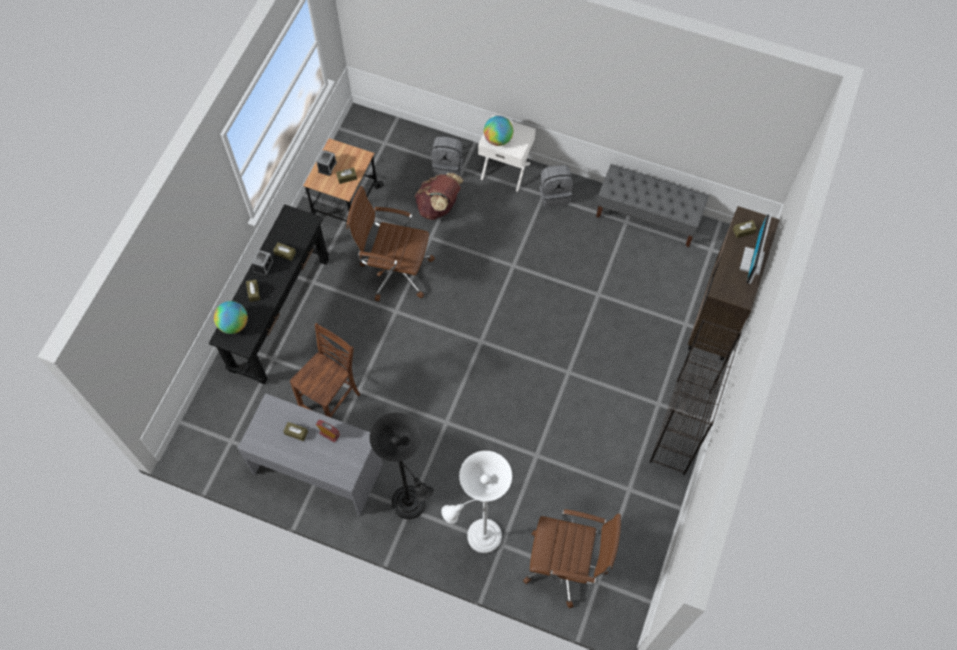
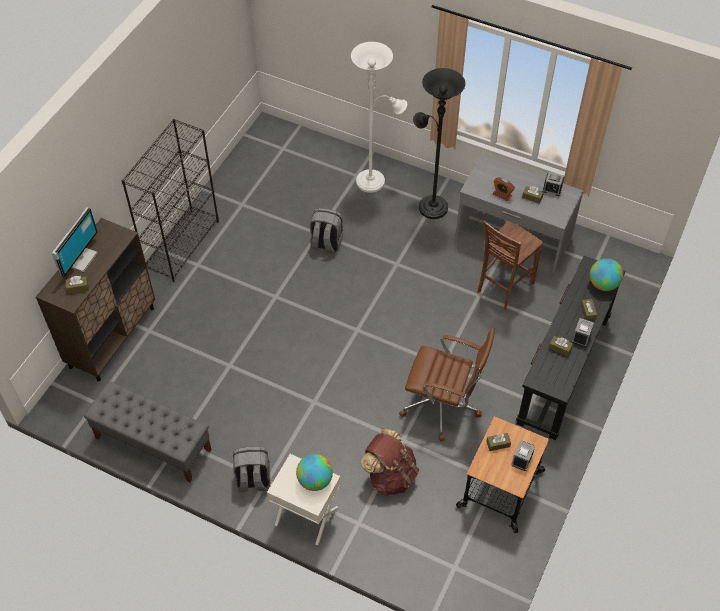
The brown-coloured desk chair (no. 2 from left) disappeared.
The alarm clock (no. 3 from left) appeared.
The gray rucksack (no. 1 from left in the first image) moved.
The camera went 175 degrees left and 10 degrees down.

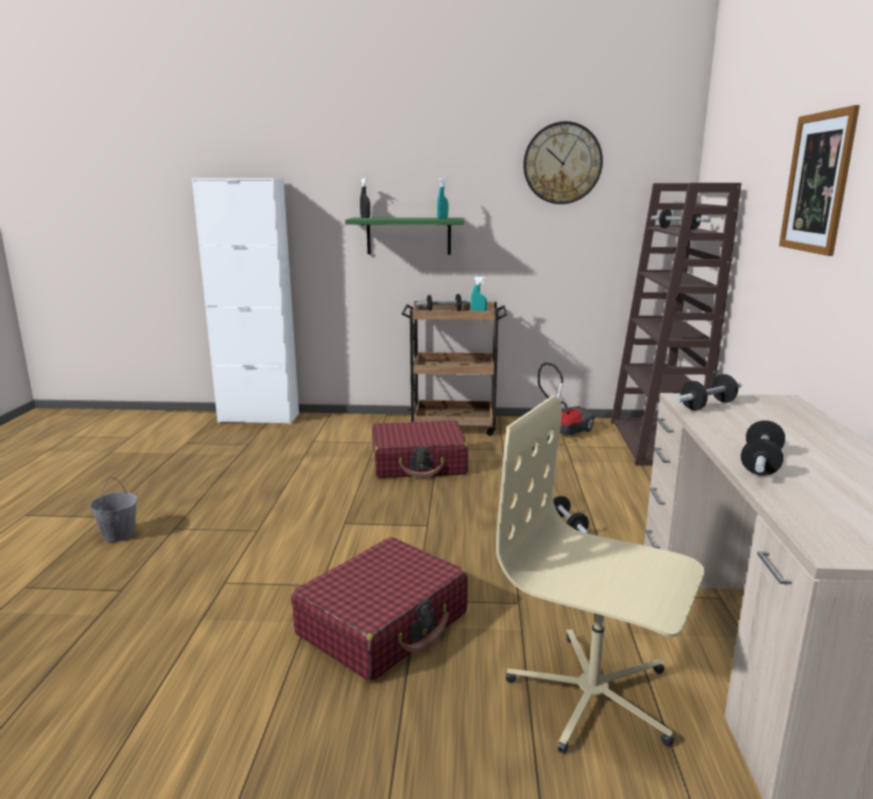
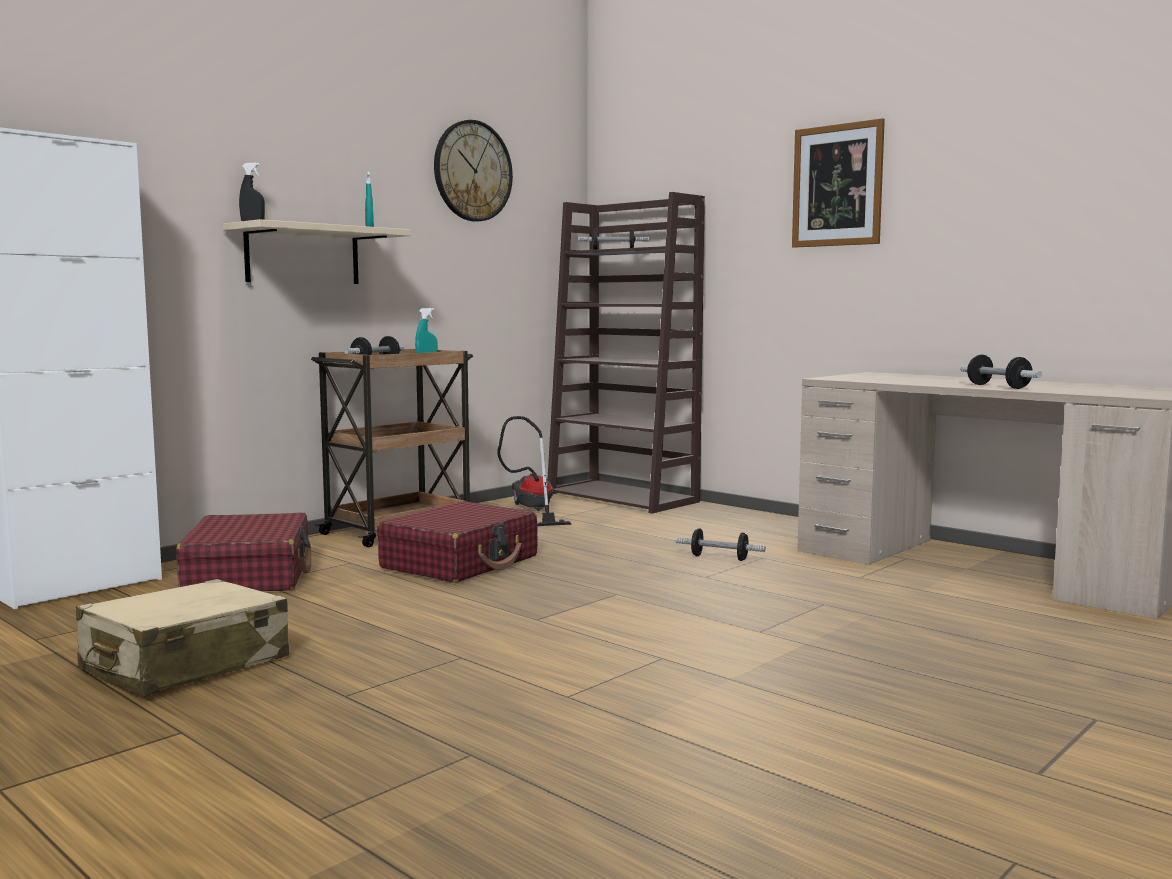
The gray pail disappeared.
The beige desk chair disappeared.
The hand weight (no. 4 from left) disappeared.
The beige travel case appeared.
The red-coloured travel case (no. 1 from left) moved.
The greenish wall shelf became the beige wall shelf.
The camera went 50 degrees left and 10 degrees down.

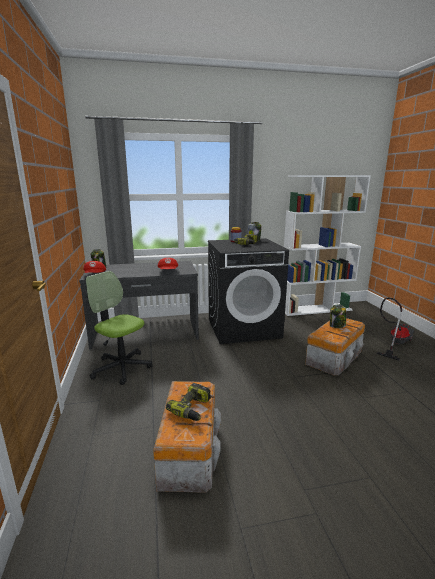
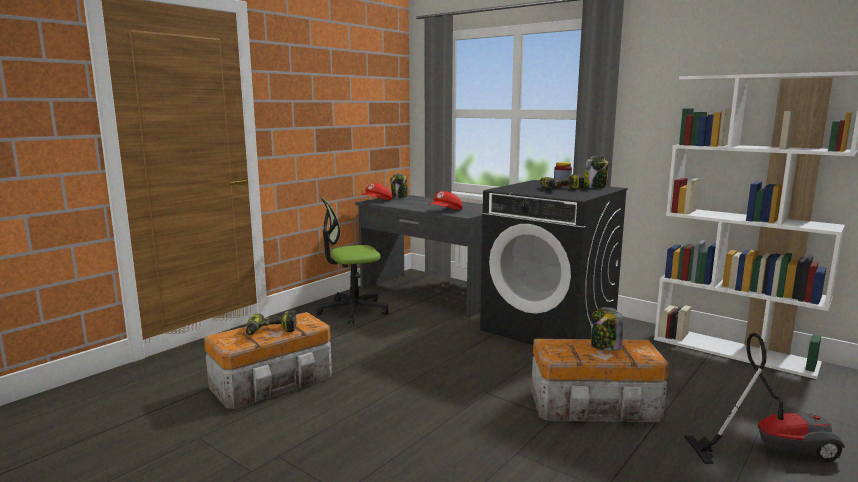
The desk chair turned 105 degrees counterclockwise.
The camera went 50 degrees right and 5 degrees down.

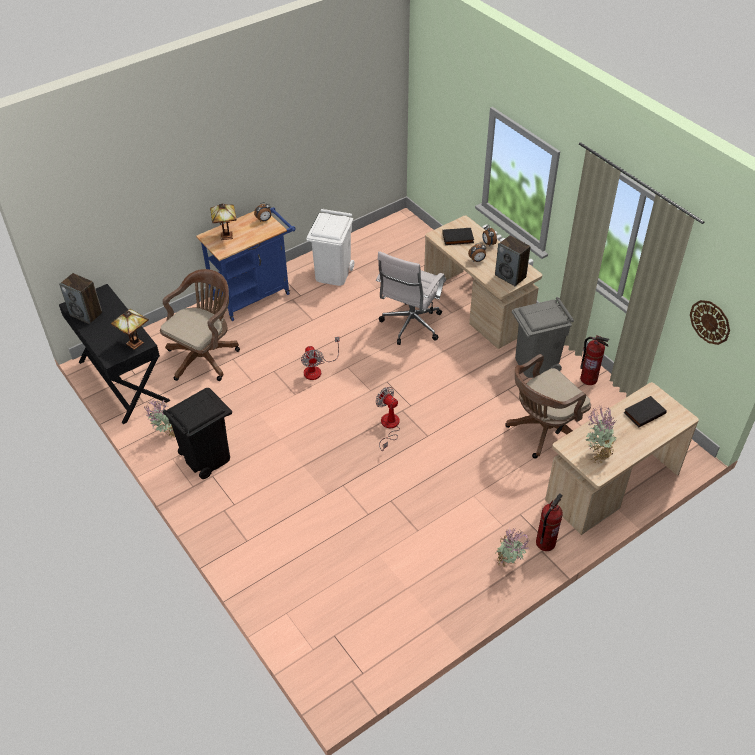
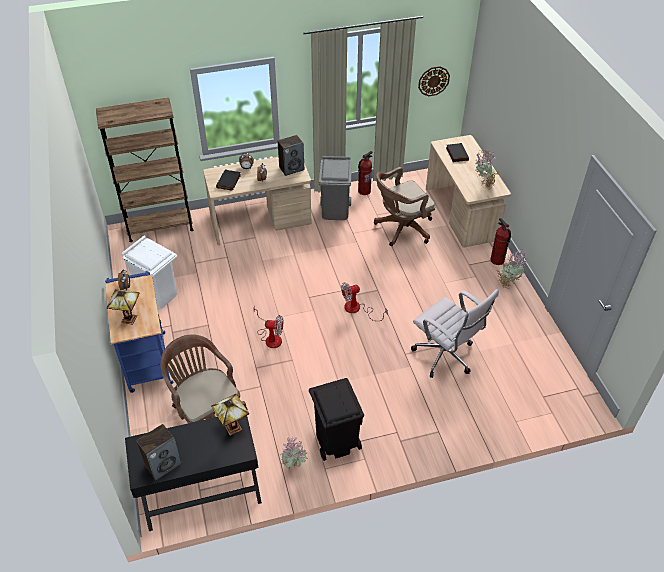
The brown-coloured bookcase appeared.
The white desk chair moved.
The brown-coloured desk chair (no. 2 from left) turned 75 degrees clockwise.
The camera went 70 degrees left and 0 degrees up.

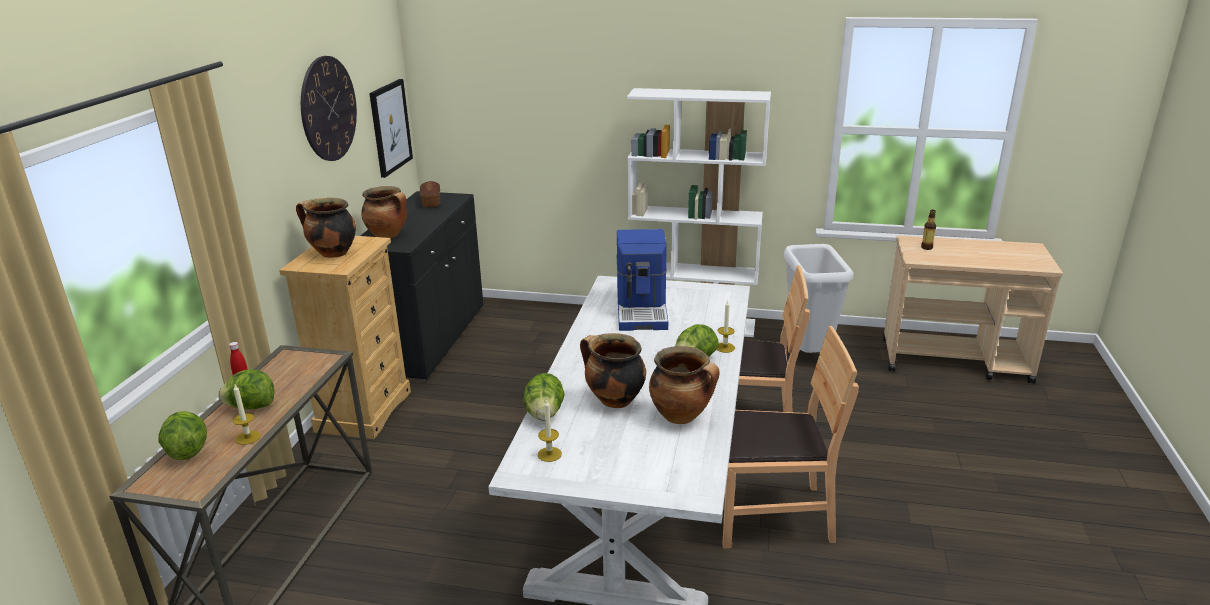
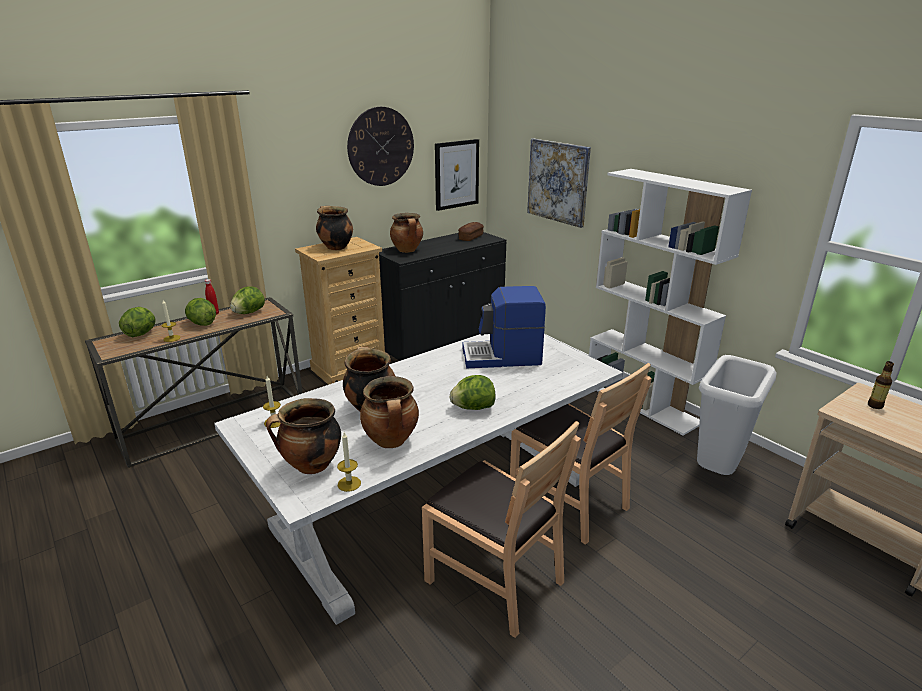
The cooking pot (no. 1 from left) appeared.
The wall art (no. 2 from left) appeared.
The lettuce (no. 3 from left) moved.
The wax candle (no. 3 from left) moved.
The coffee machine turned 45 degrees clockwise.
The camera went 40 degrees right and 0 degrees up.

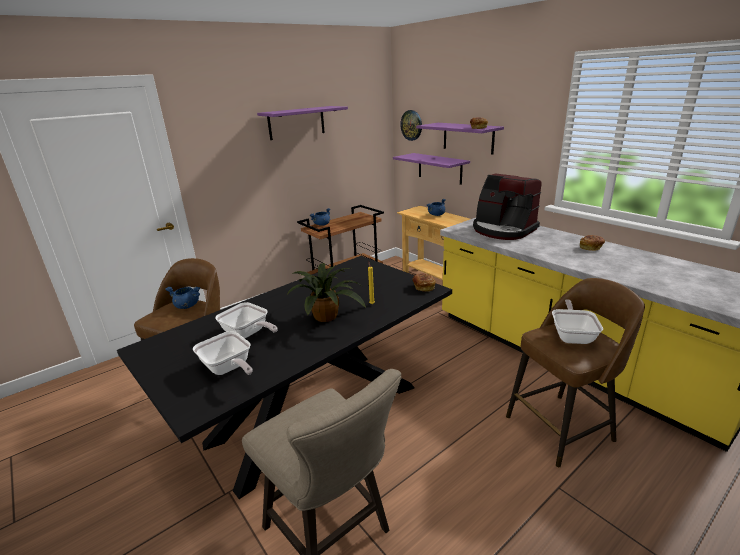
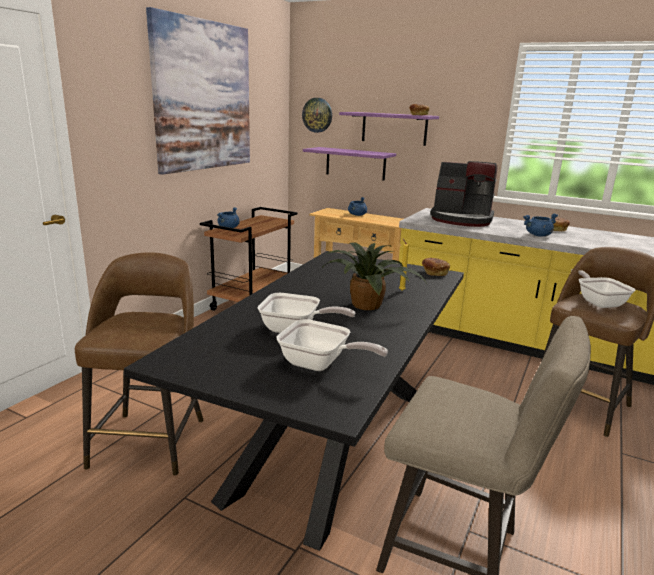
The bluish cooking pot (no. 1 from left in the first image) moved.
The purple wall shelf (no. 1 from left) was replaced by the wall art.
The camera went 25 degrees left and 5 degrees down.

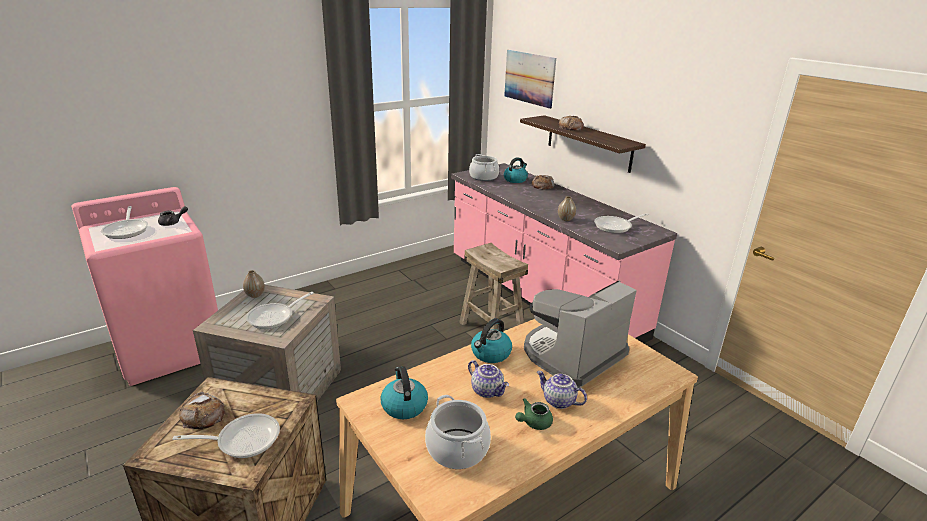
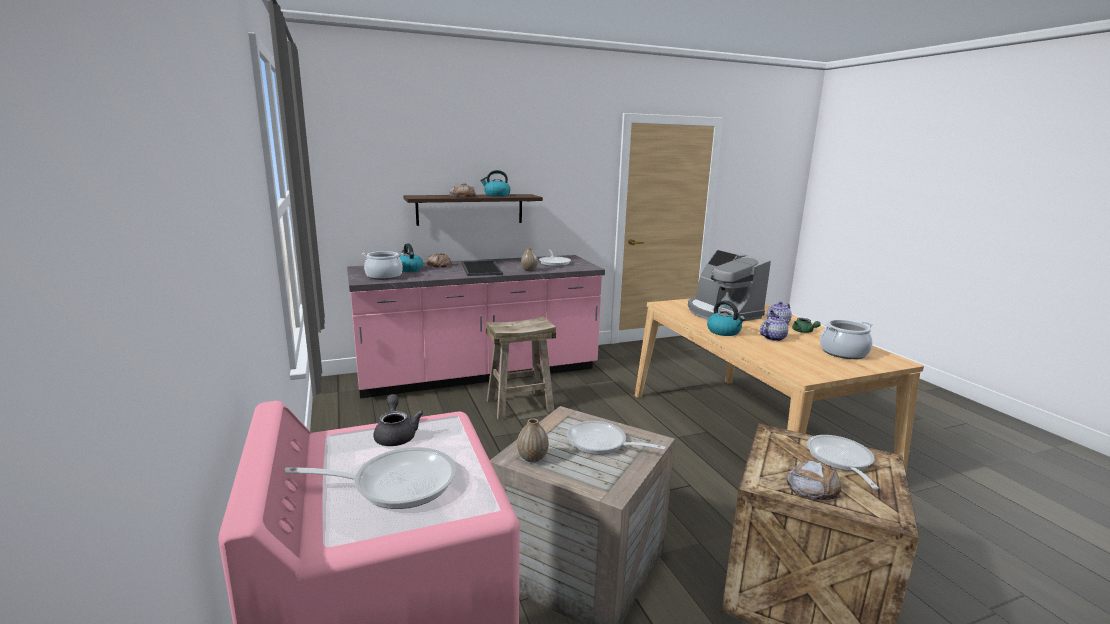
The wall art disappeared.
The carrying tray appeared.
The kettle (no. 1 from left in the first image) moved.
The skillet (no. 3 from left) turned 150 degrees clockwise.
The camera went 75 degrees left and 10 degrees down.

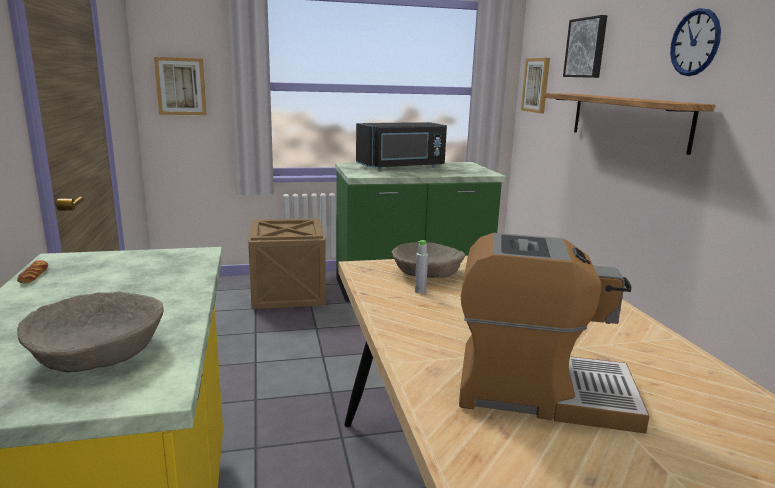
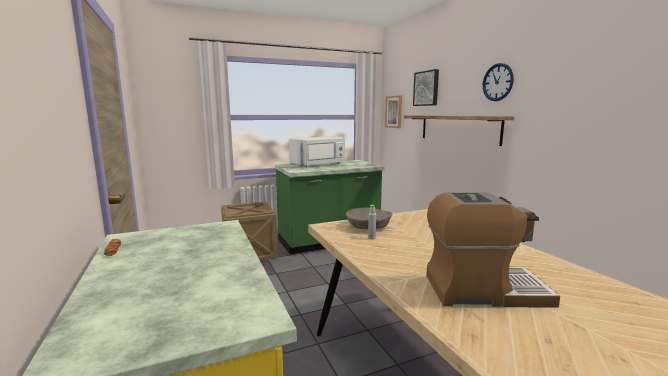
The beige bowl (no. 1 from left) disappeared.
The wall art (no. 1 from left) disappeared.
The black microwave became the white microwave.
The camera went 10 degrees left and 5 degrees down.

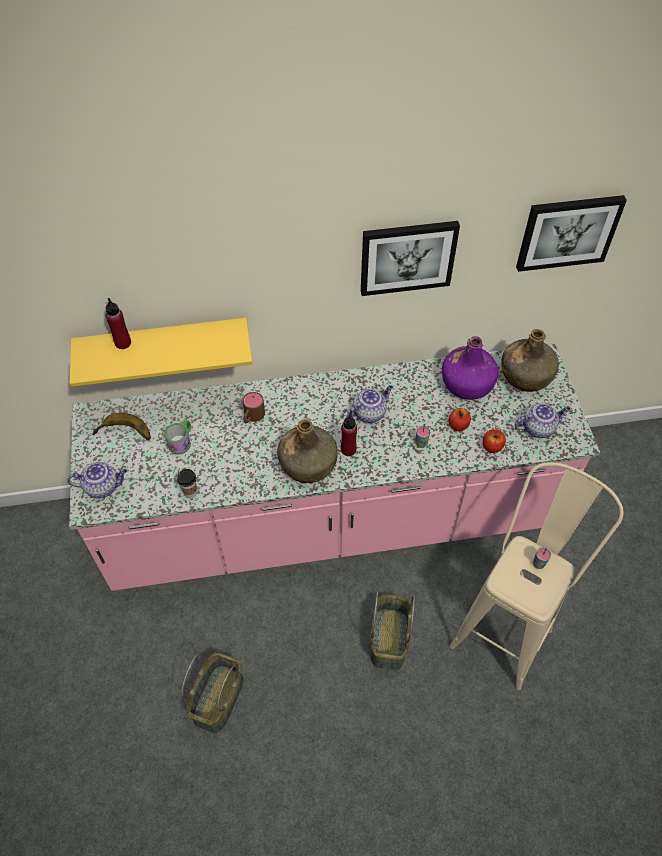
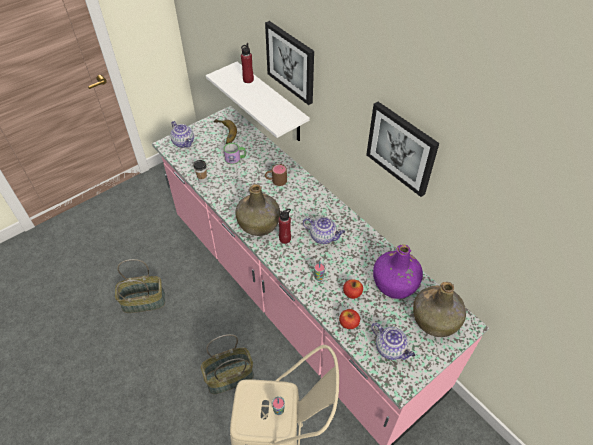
The wall art (no. 2 from left in the first image) moved.
The yellow wall shelf became the white wall shelf.
The camera went 60 degrees right and 5 degrees down.

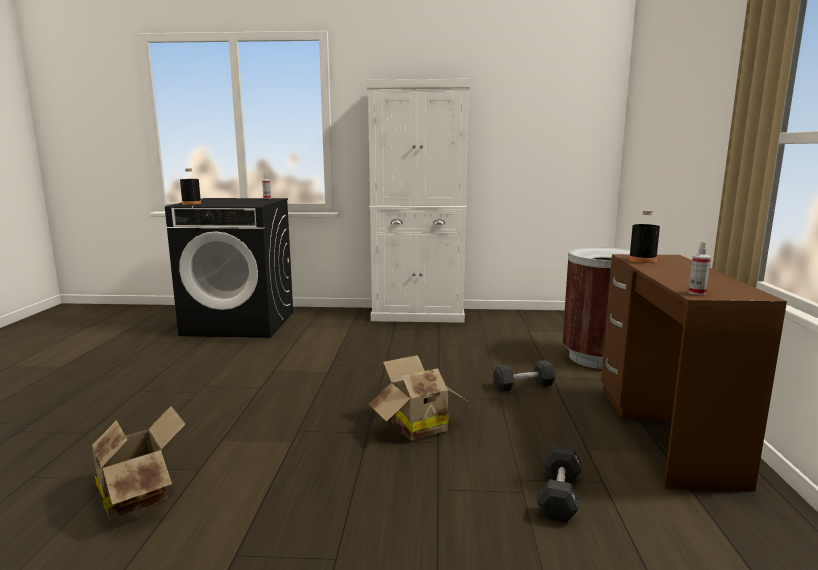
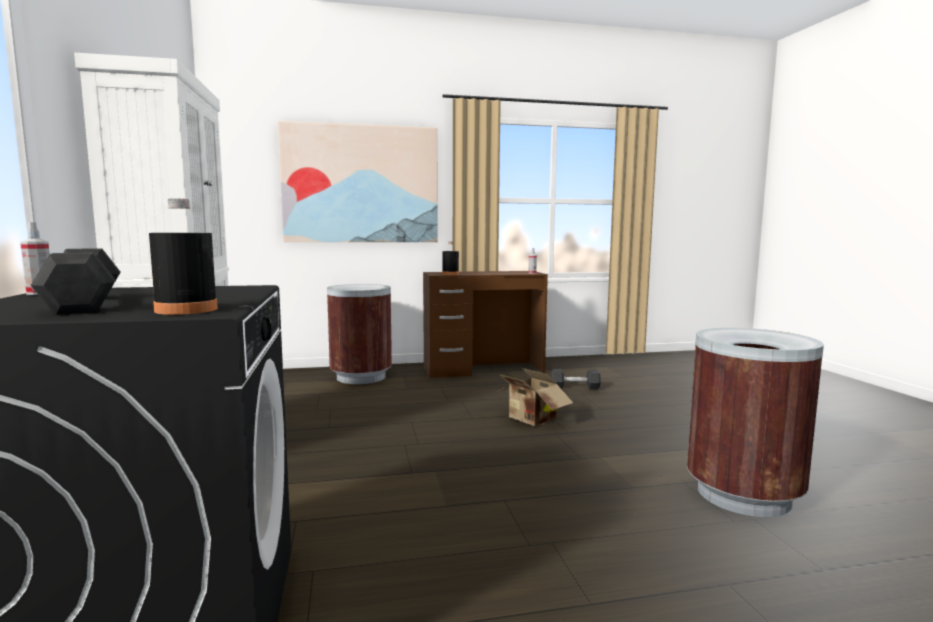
The wall art appeared.
The black hand weight (no. 1 from left) moved.
The packing box (no. 1 from left) was replaced by the brown-coloured trash can (no. 2 from left).
The camera went 105 degrees left and 5 degrees down.

